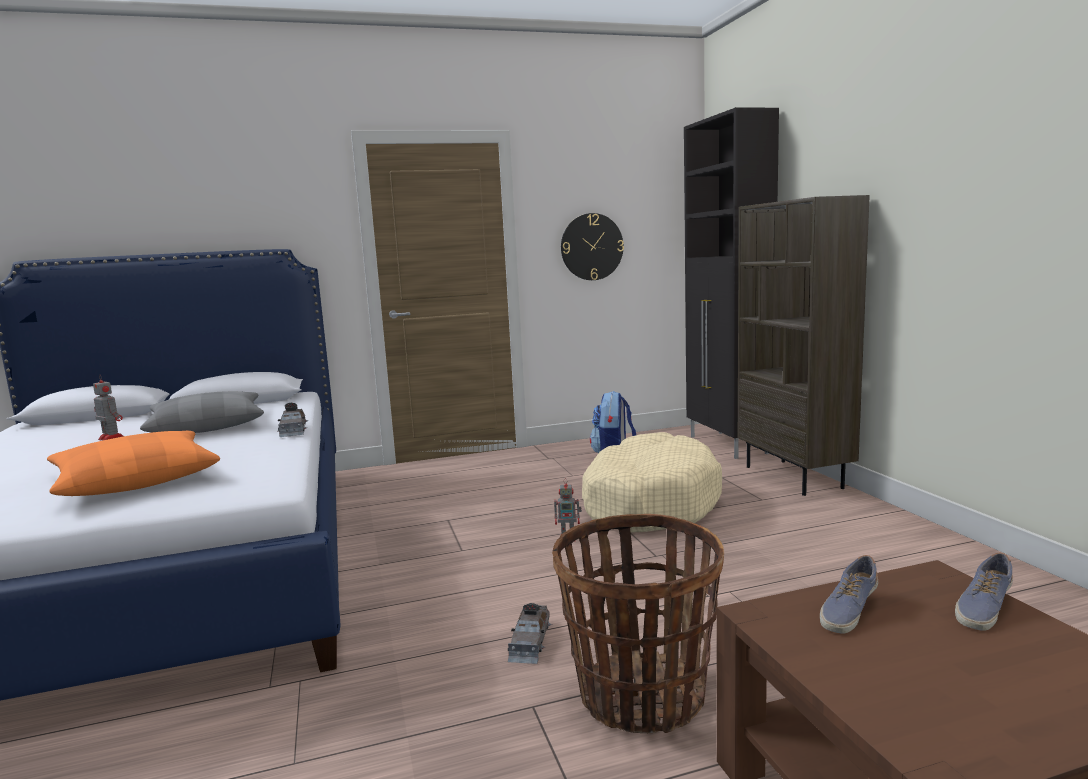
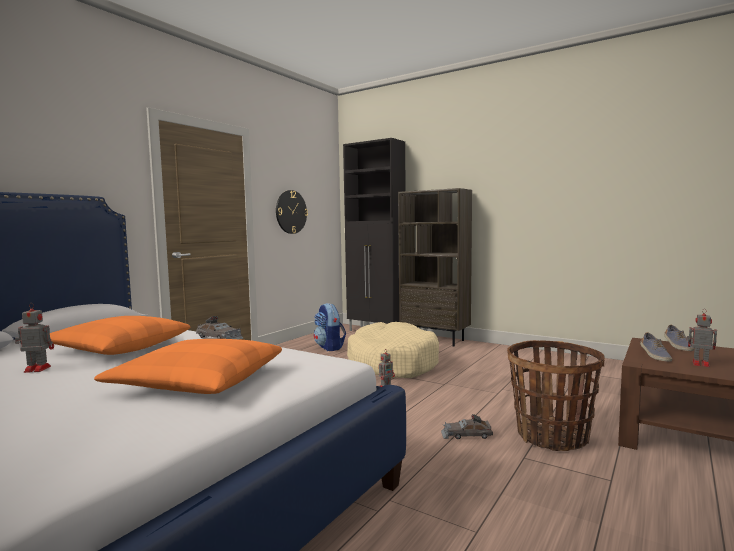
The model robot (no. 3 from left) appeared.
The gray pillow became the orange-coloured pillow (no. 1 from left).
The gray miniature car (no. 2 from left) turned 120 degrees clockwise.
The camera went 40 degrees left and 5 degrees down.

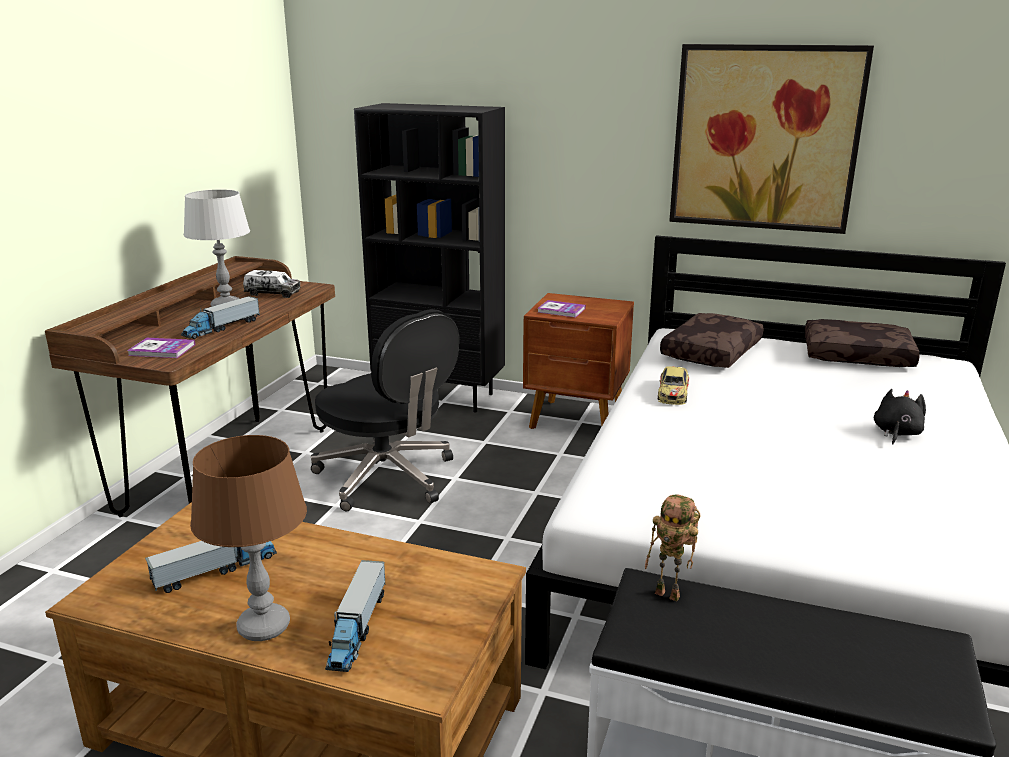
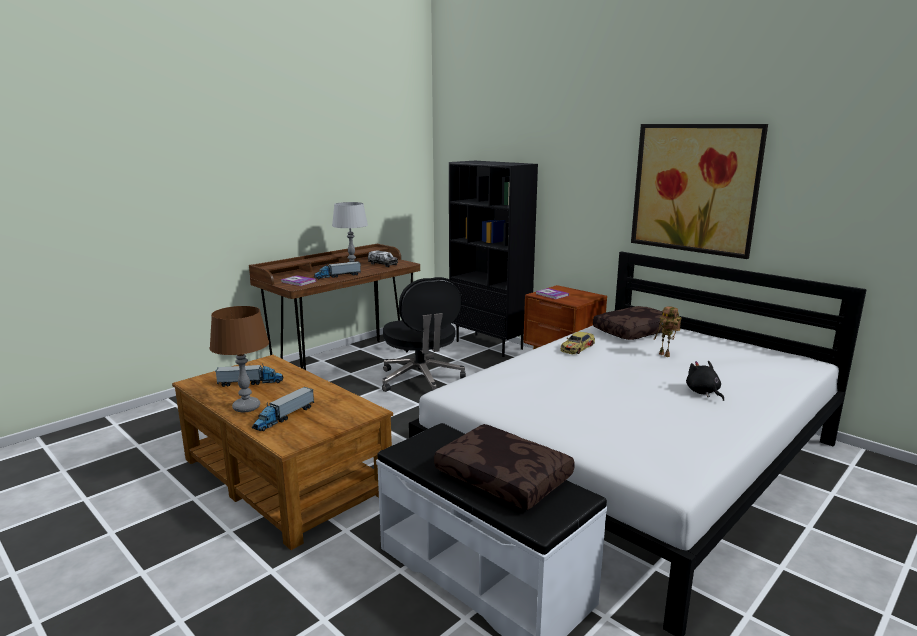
The model robot moved.
The brown-coloured pillow (no. 2 from left in the first image) moved.
The black cuddly toy turned 75 degrees counterclockwise.
The camera went 25 degrees right and 5 degrees down.

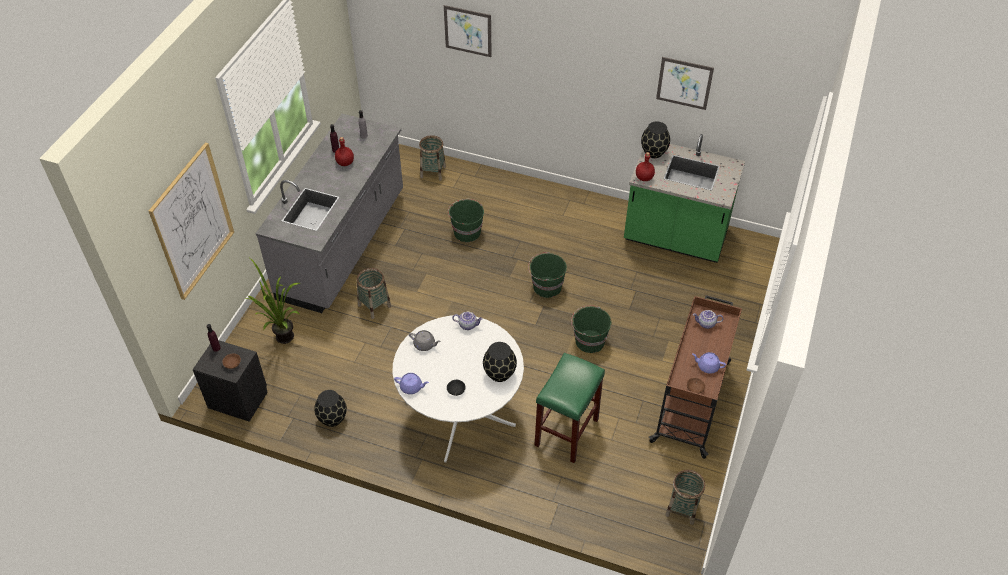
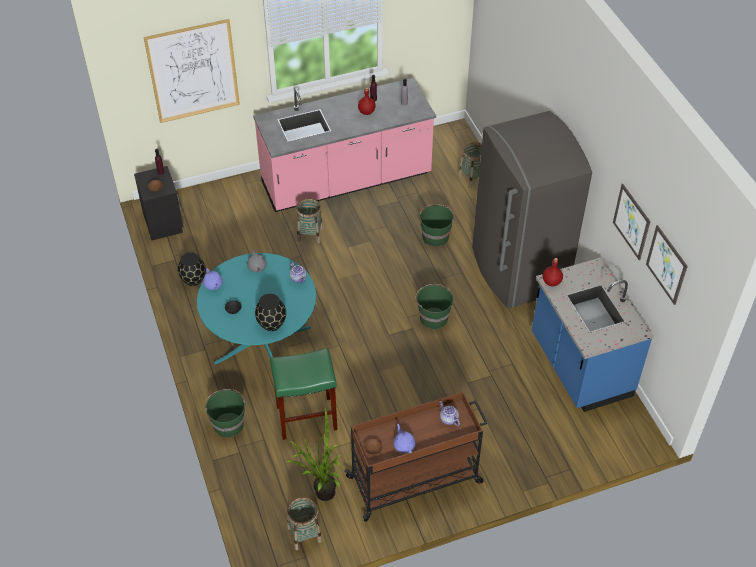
The black flower vase (no. 3 from left) disappeared.
The gray kitchen fridge appeared.
The plant in a pot moved.
The wall art (no. 2 from left in the first image) moved.
The greenish pail (no. 3 from left in the first image) moved.
The gray kitchen base unit became the pink-coloured kitchen base unit.
The white dinner table became the turquoise dinner table.
The greenish kitchen base unit became the bluish kitchen base unit.
The camera went 50 degrees right and 0 degrees up.

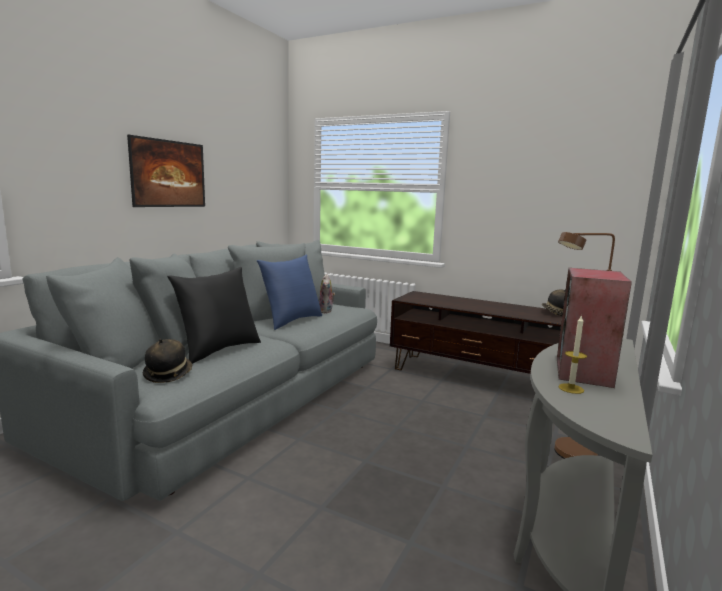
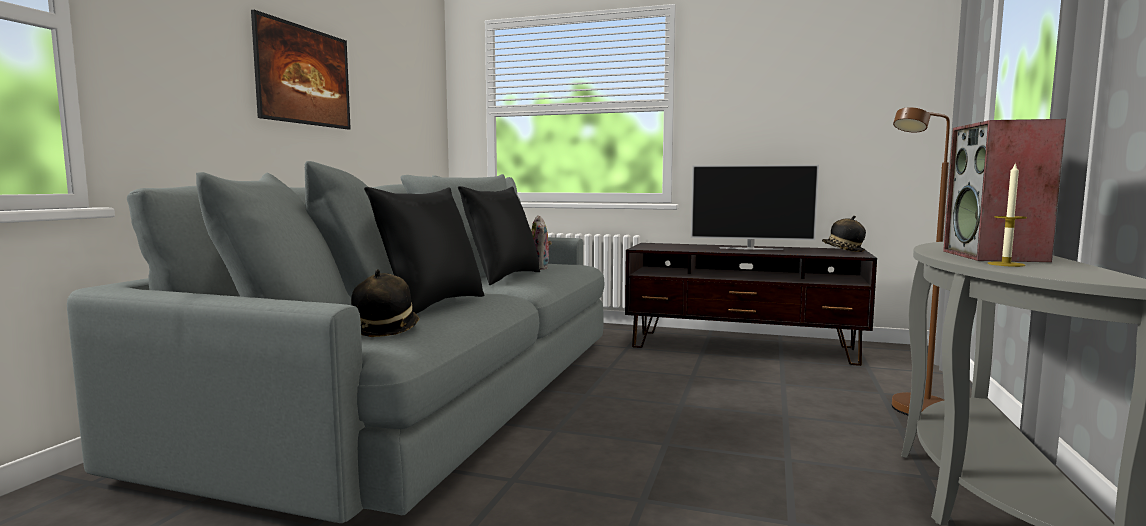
The TV set appeared.
The bluish pillow became the black pillow (no. 2 from left).
The camera went 10 degrees left and 5 degrees down.

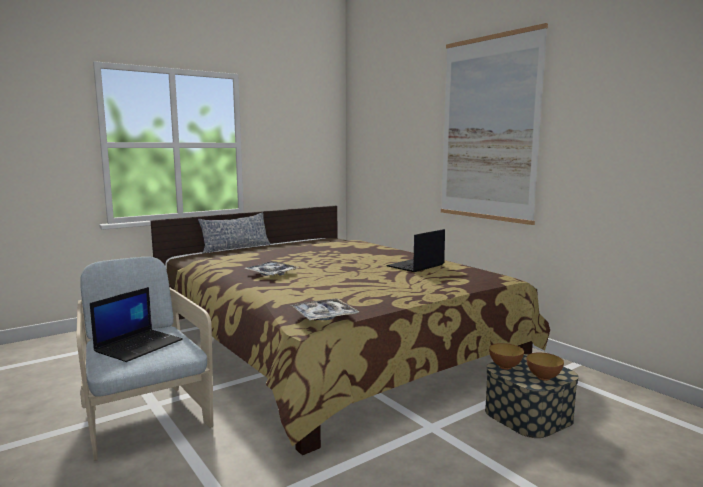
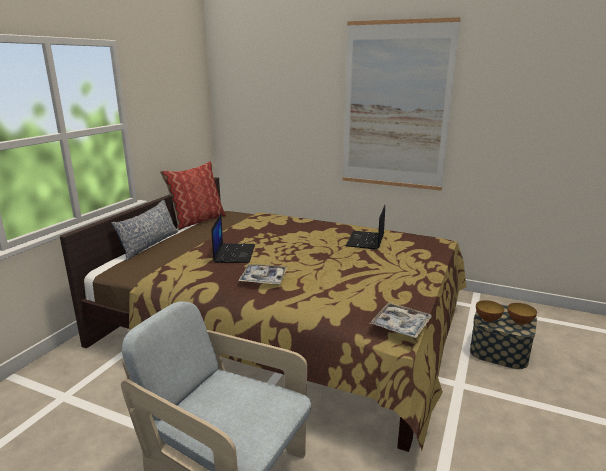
The pillow (no. 2 from left) appeared.
The laptop (no. 1 from left) moved.
The camera went 30 degrees left and 10 degrees up.

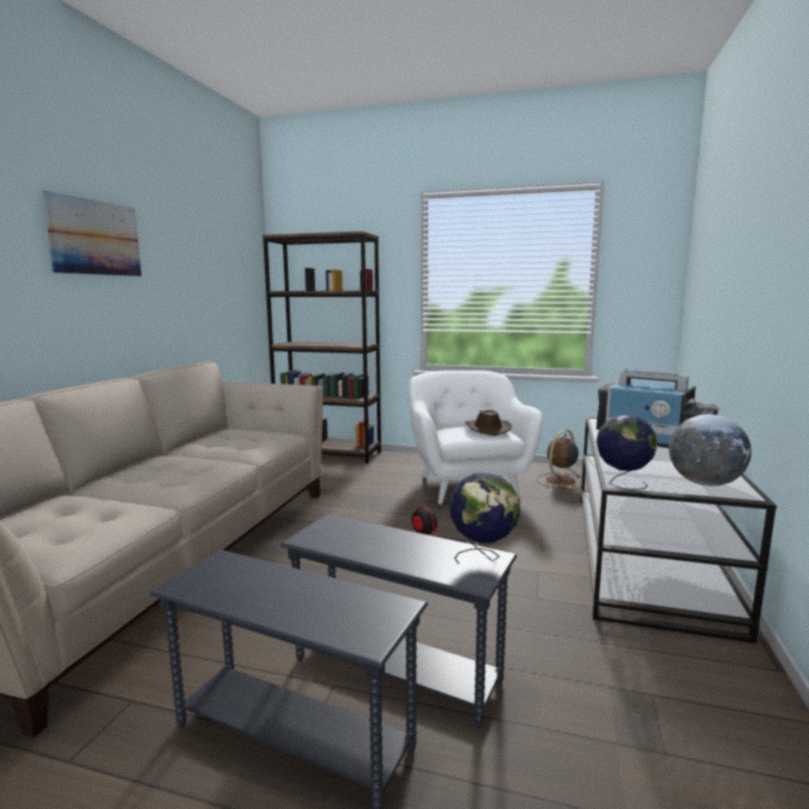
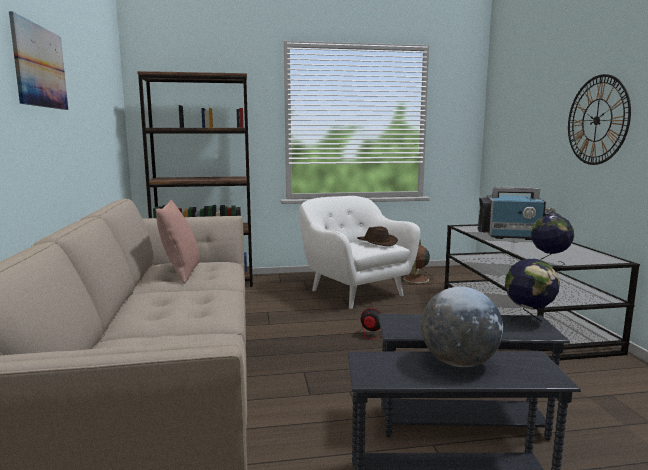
The pink-coloured pillow appeared.
The wall clock appeared.
The desk globe (no. 3 from left in the first image) moved.
The camera went 25 degrees left and 0 degrees up.

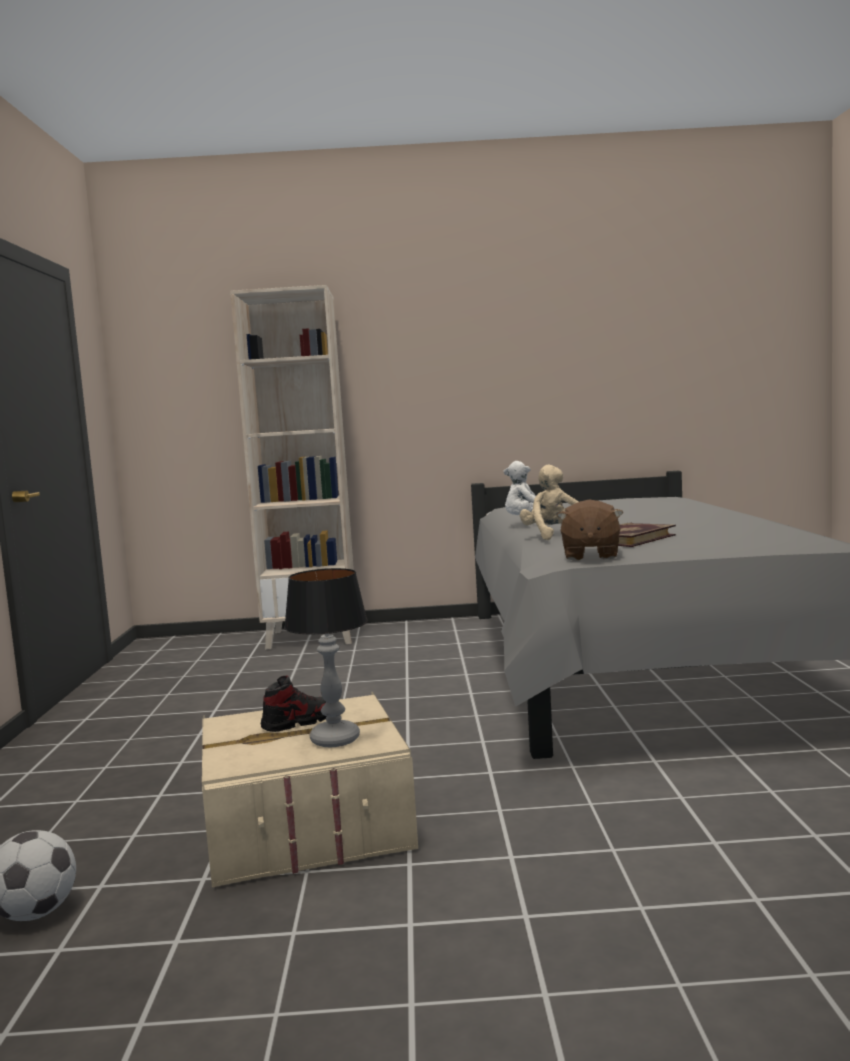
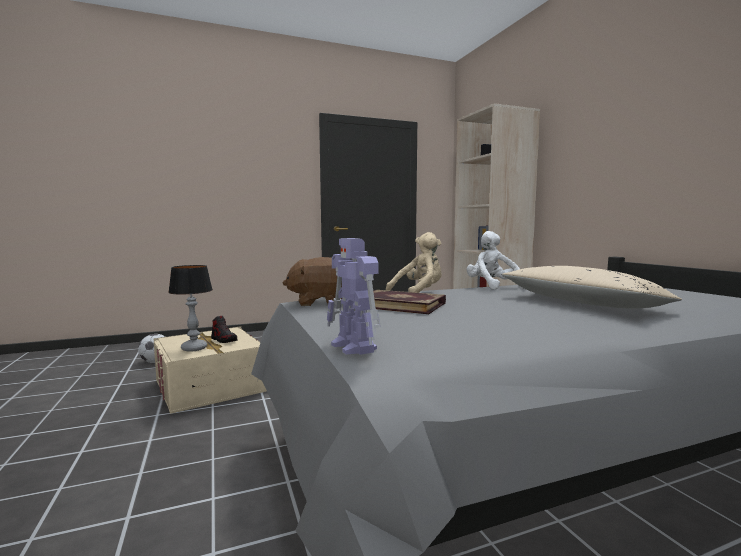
The model robot appeared.
The beige pillow appeared.
The camera went 70 degrees right and 0 degrees up.

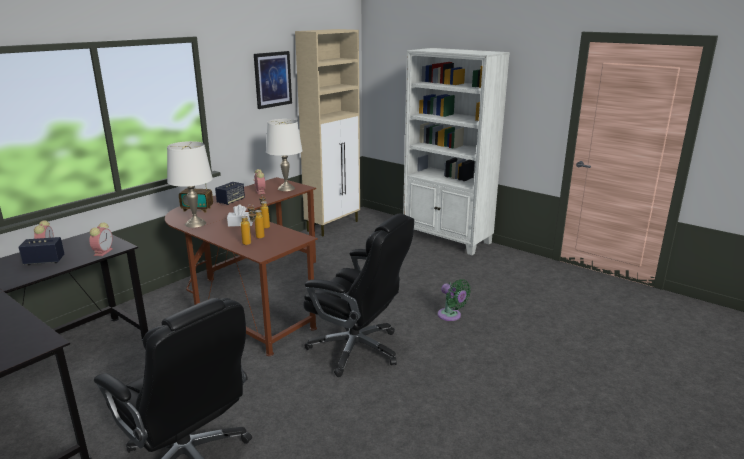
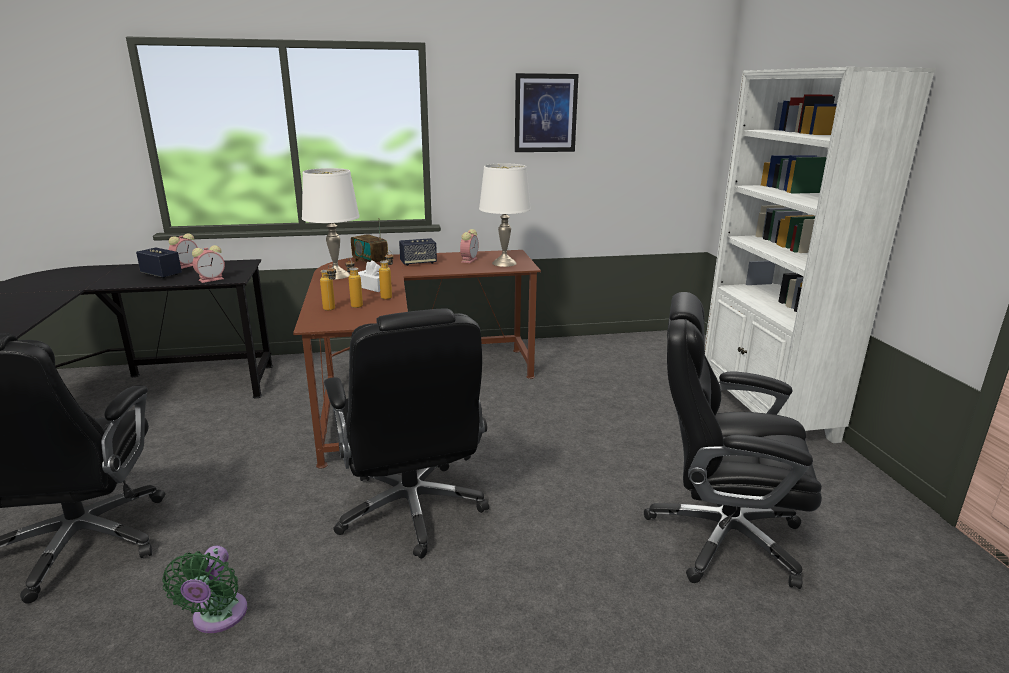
The beige storage cabinet disappeared.
The black desk chair (no. 3 from left) appeared.
The greenish electric fan moved.
The camera went 40 degrees right and 0 degrees up.

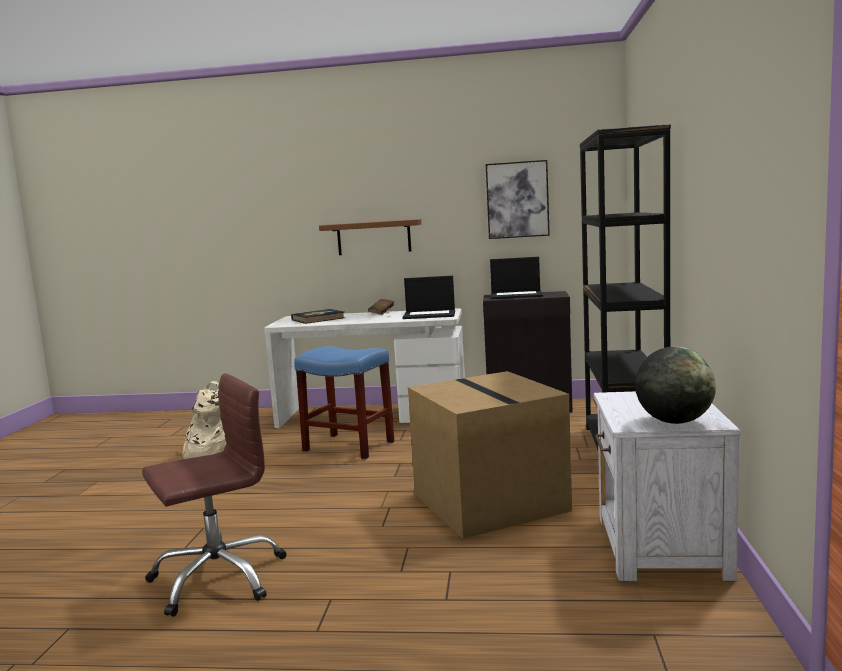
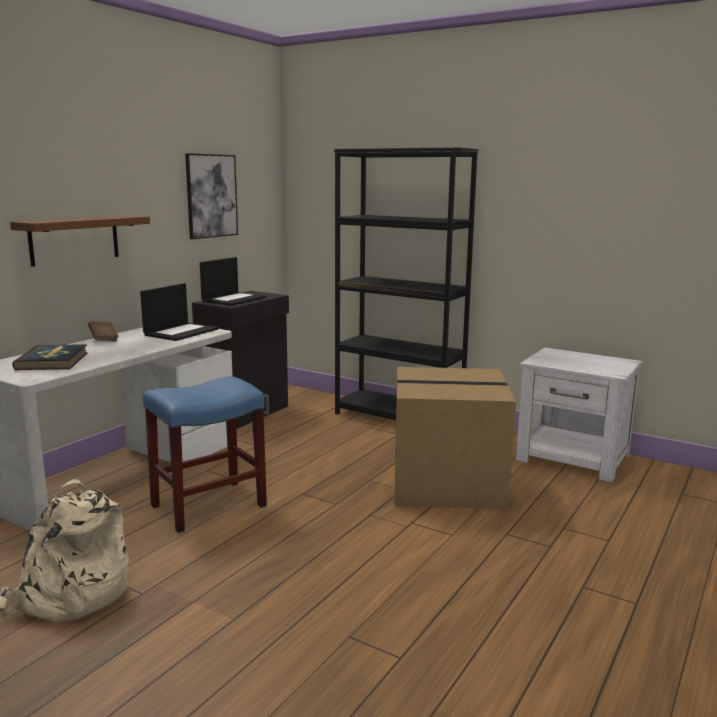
The brown-coloured desk chair disappeared.
The desk globe disappeared.
The camera went 65 degrees left and 5 degrees up.

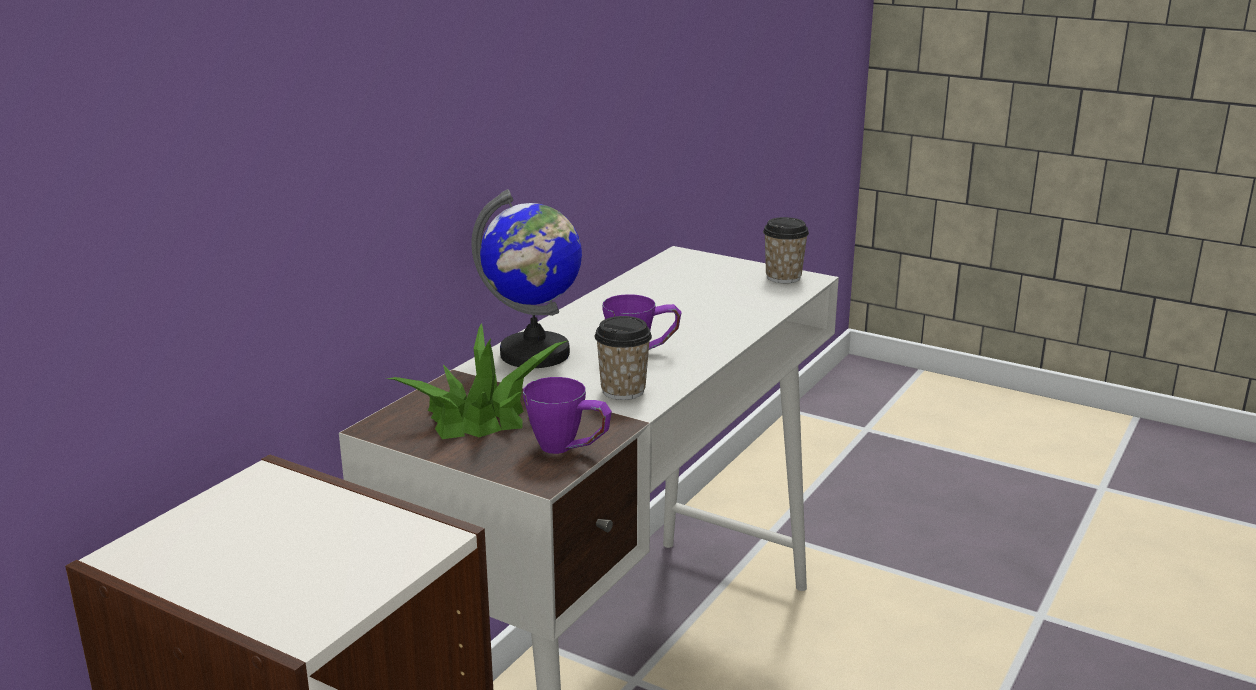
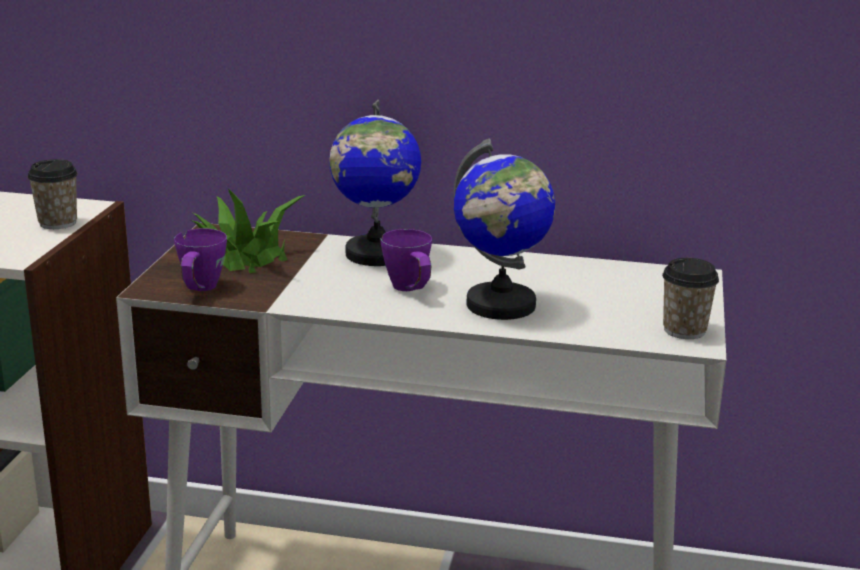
The desk globe (no. 2 from left) appeared.
The drinking cup (no. 1 from left) moved.
The camera went 70 degrees right and 0 degrees up.

